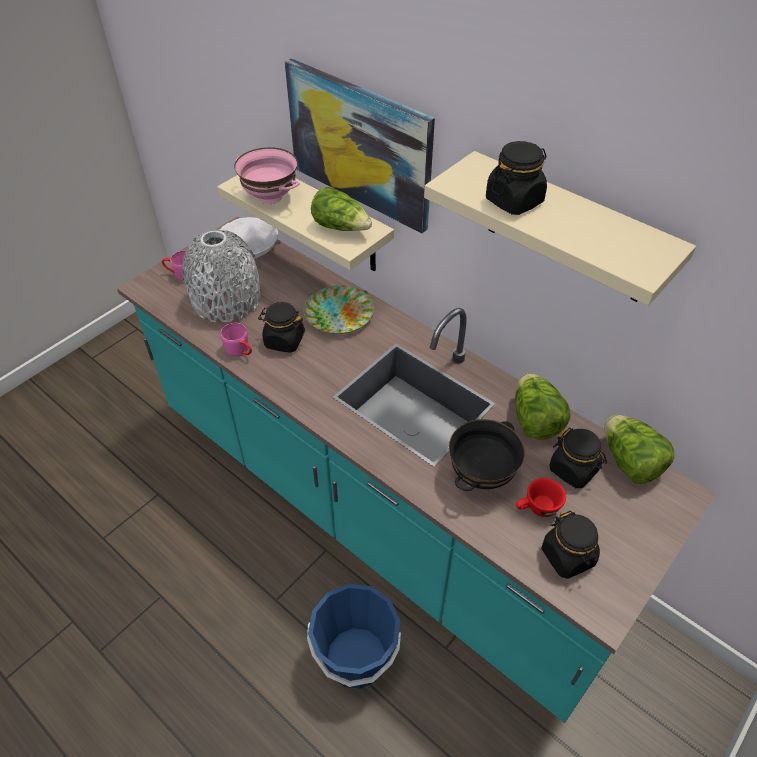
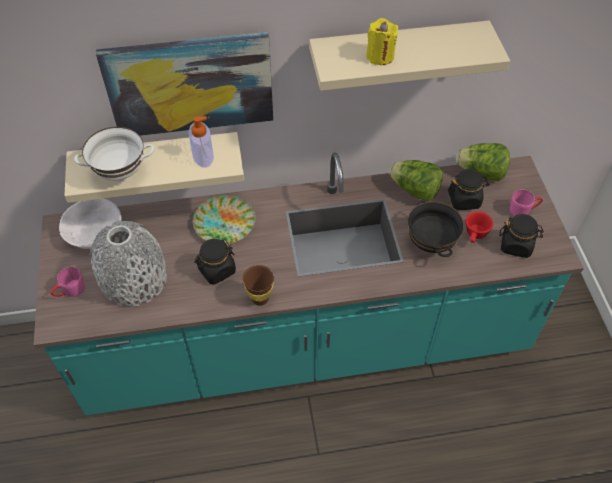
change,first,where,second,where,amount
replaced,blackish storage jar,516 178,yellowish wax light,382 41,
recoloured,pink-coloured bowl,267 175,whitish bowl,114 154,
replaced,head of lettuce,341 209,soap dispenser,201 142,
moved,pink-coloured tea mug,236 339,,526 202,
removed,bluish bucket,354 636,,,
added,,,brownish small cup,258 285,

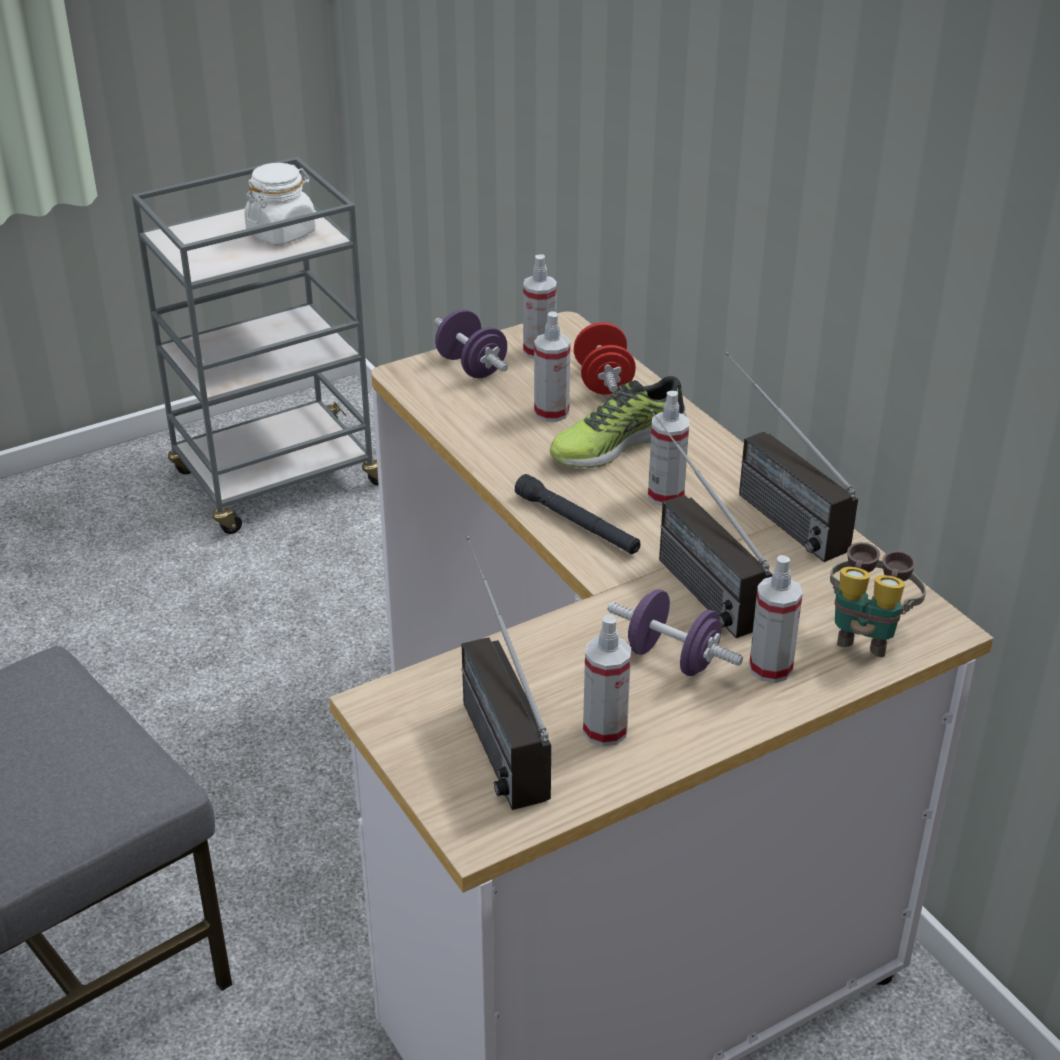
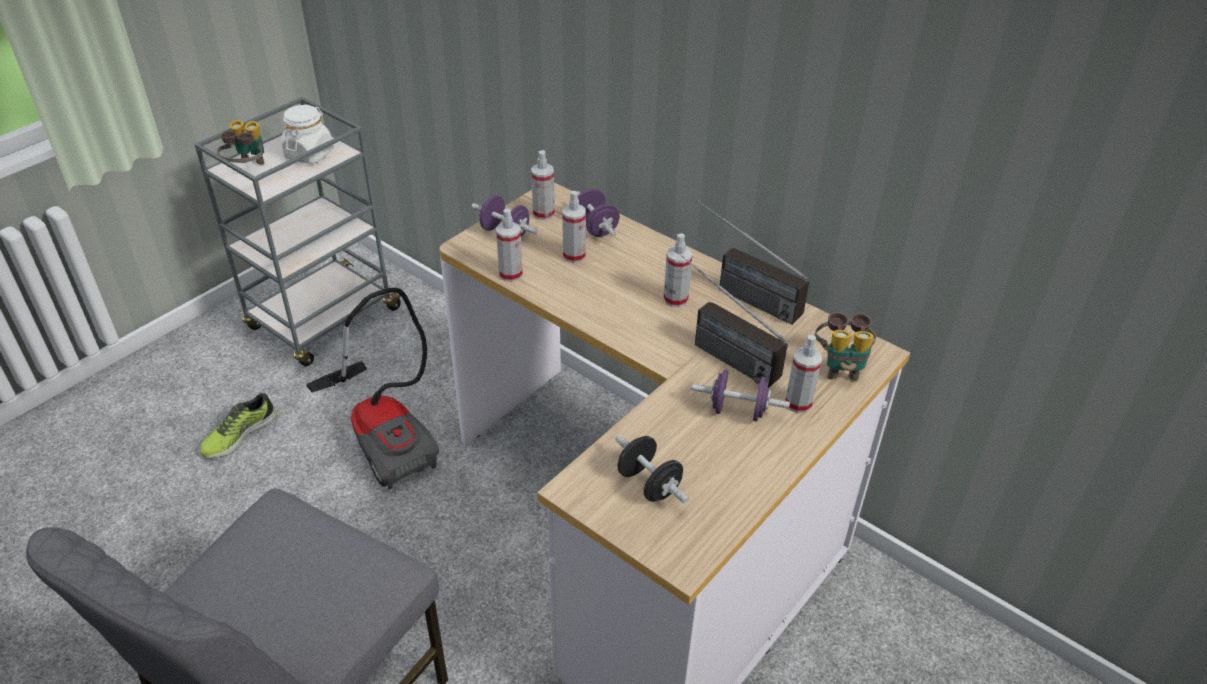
change,first,where,second,where,amount
recoloured,red hand weight,605 358,purple-coloured hand weight,598 213,
moved,shoe,618 422,,238 425,
removed,blackish flashlight,577 514,,,
replaced,radio,506 673,blackish hand weight,652 469,
moved,spray bottle,607 680,,509 245,
added,,,pair of binoculars,241 142,
added,,,vacuum,372 389,

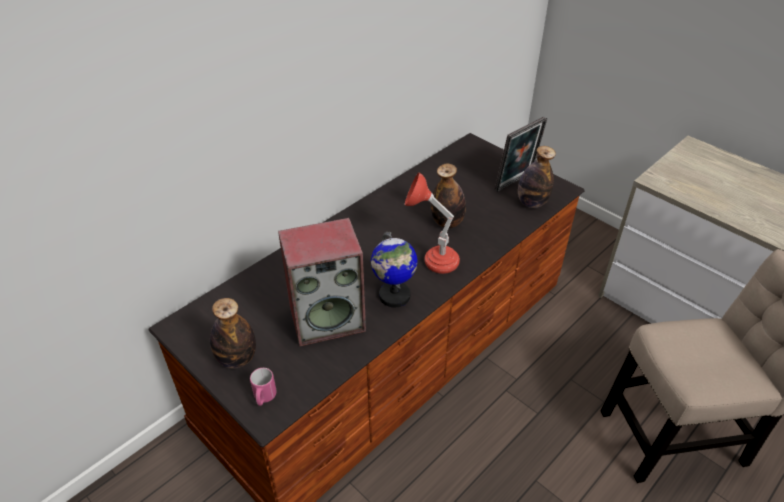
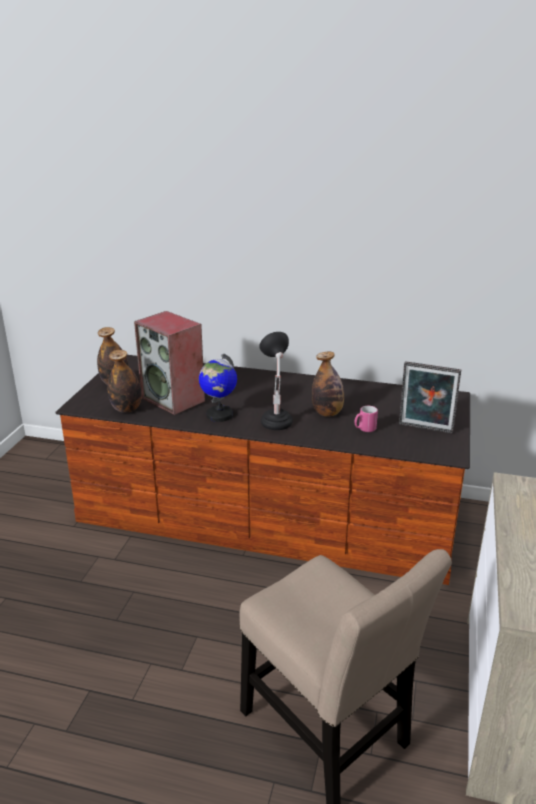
change,first,where,second,where,amount
moved,bottle,537 177,,125 381,
recoloured,red table lamp,432 223,blackish table lamp,276 381,
moved,pink-coloured tea mug,263 387,,366 419,

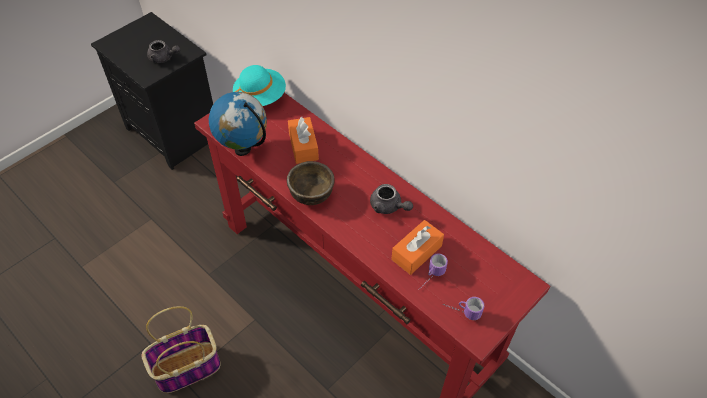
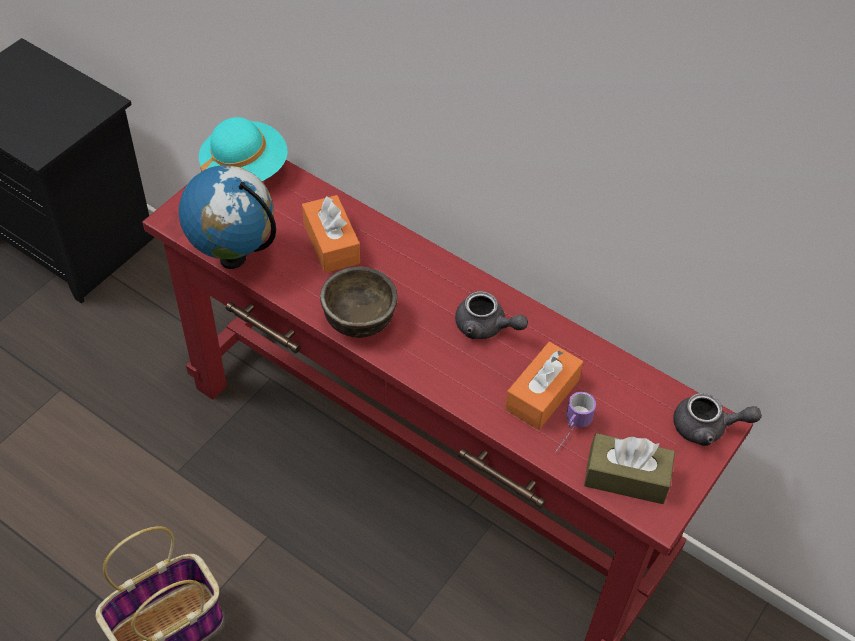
change,first,where,second,where,amount
moved,greyish teapot,163 51,,717 419,
replaced,tea mug,464 308,brownish tissue box,629 468,

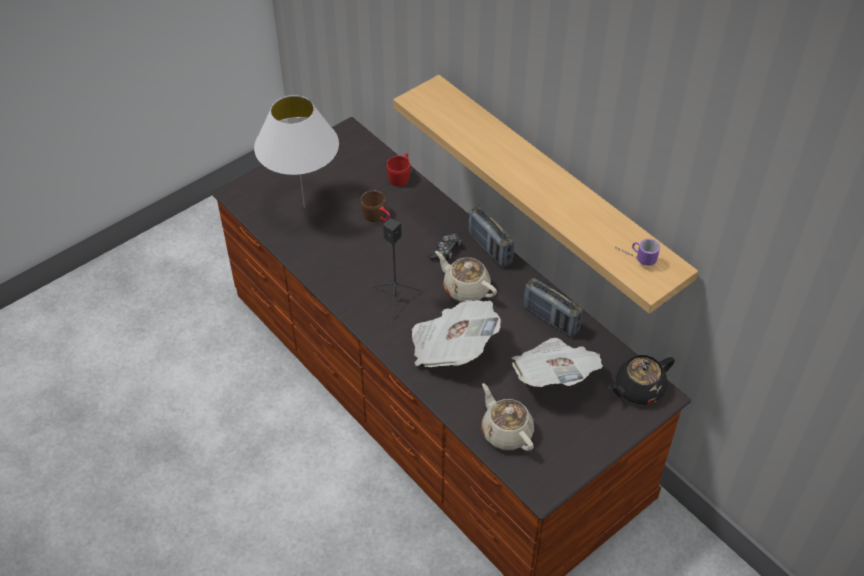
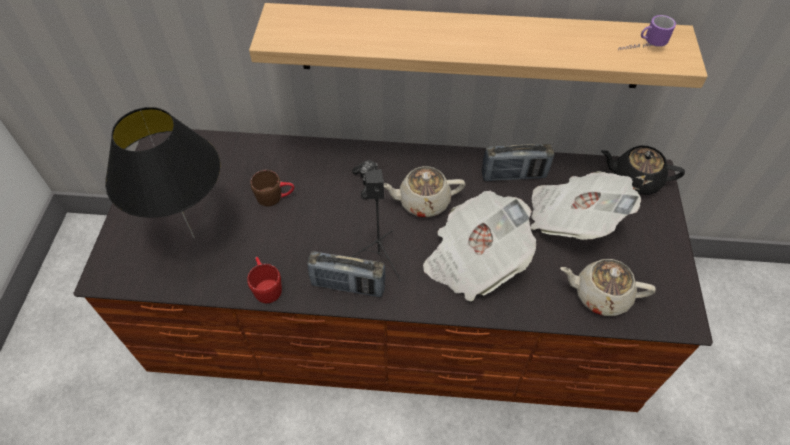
change,first,where,second,where,amount
recoloured,whitish table lamp,296 151,blackish table lamp,162 172,
moved,red tea mug,398 169,,264 280,
moved,radio,491 236,,346 274,
turned,blackish teapot,641 380,,643 170,90 degrees clockwise

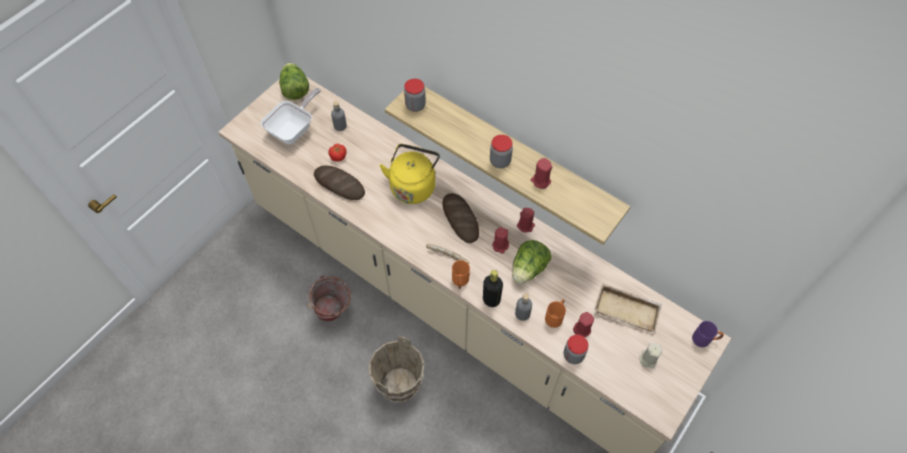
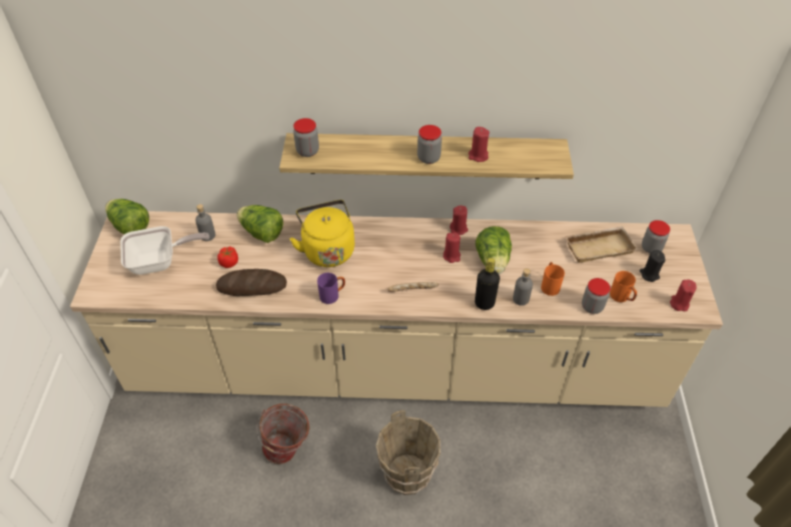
change,first,where,second,where,amount
turned,skillet,290 116,,164 250,75 degrees clockwise
removed,baked bread,460 218,,,
moved,orange tea mug,461 274,,623 286,
moved,red wax light,583 324,,683 295,
moved,purple-coloured tea mug,708 334,,331 288,
recoloured,sand-coloured wax light,650 355,blackish wax light,652 266,
added,,,head of lettuce,260 224,
added,,,storage jar,656 237,

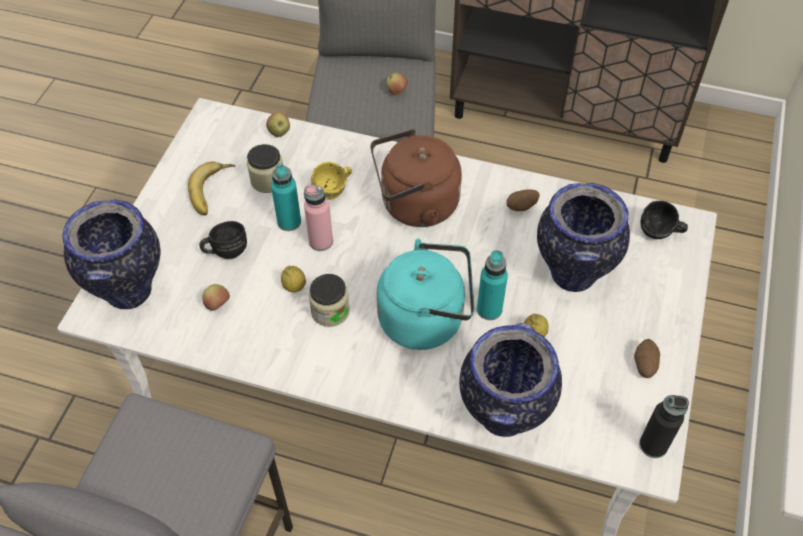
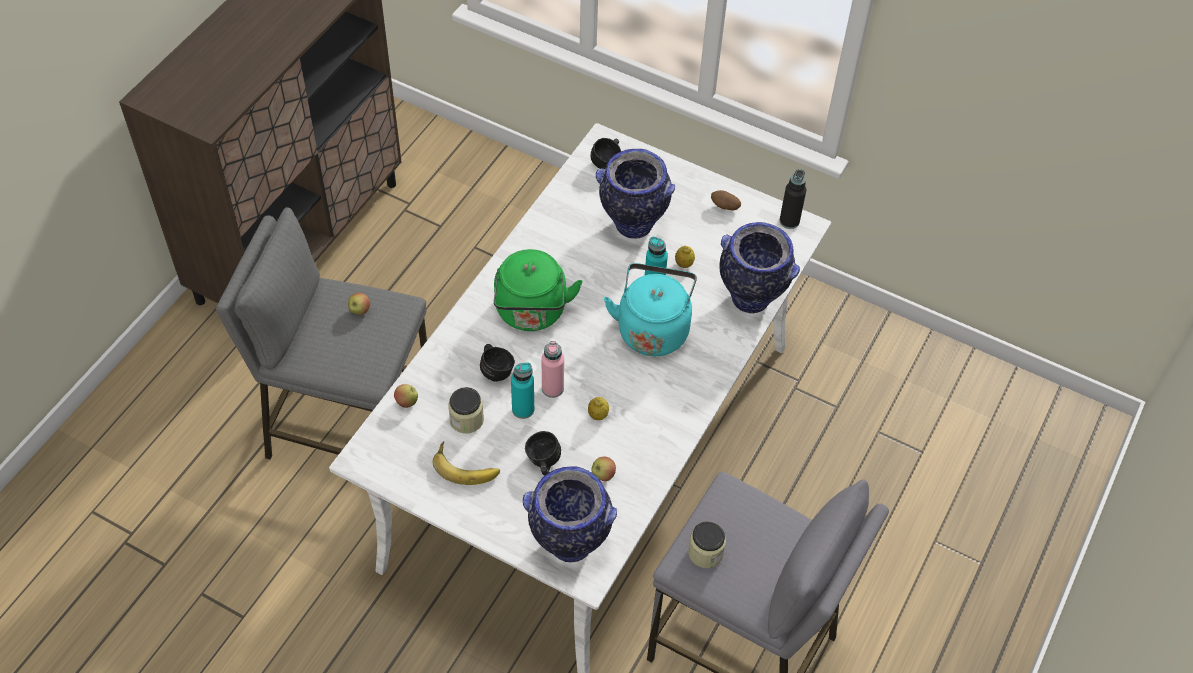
change,first,where,second,where,amount
recoloured,brownish water kettle,416 178,green-coloured water kettle,538 290,
recoloured,yellowish tea mug,331 181,blackish tea mug,497 363,
removed,potato,523 200,,,
moved,storage jar,329 300,,707 544,

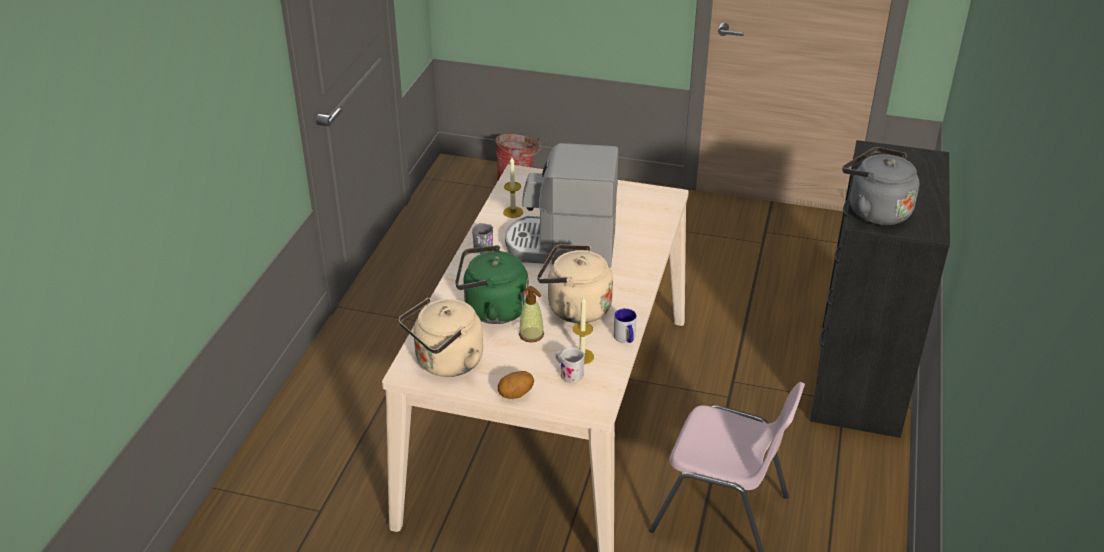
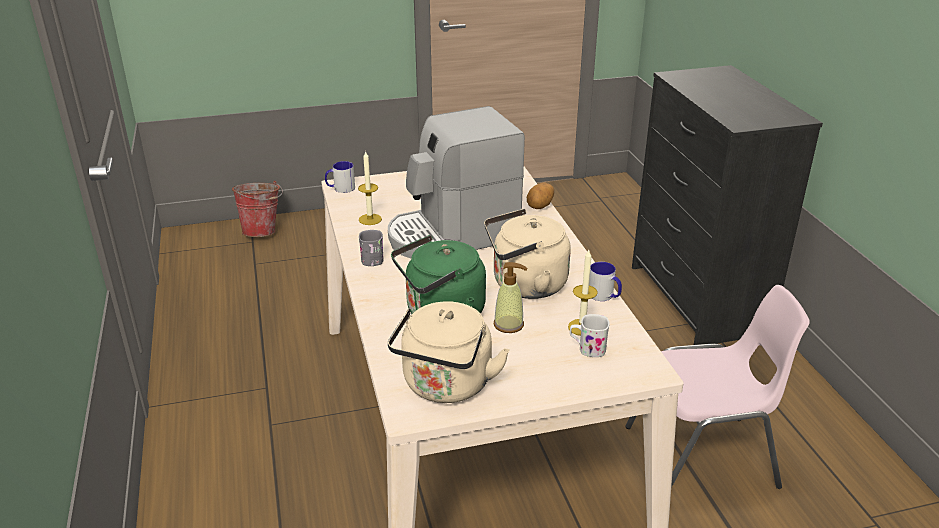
change,first,where,second,where,amount
removed,greyish water kettle,880 186,,,
moved,potato,516 385,,540 196,
added,,,tea mug,340 177,

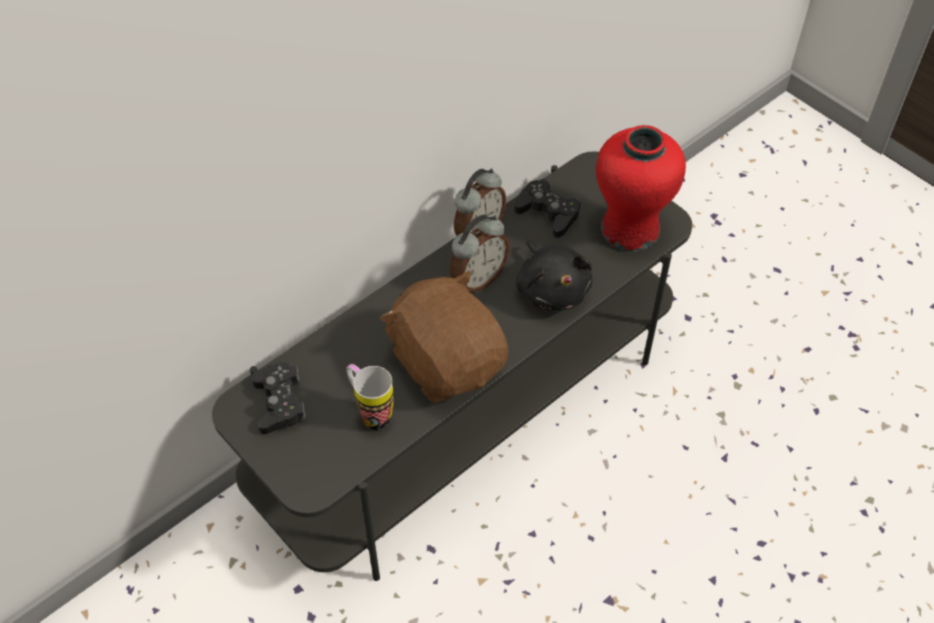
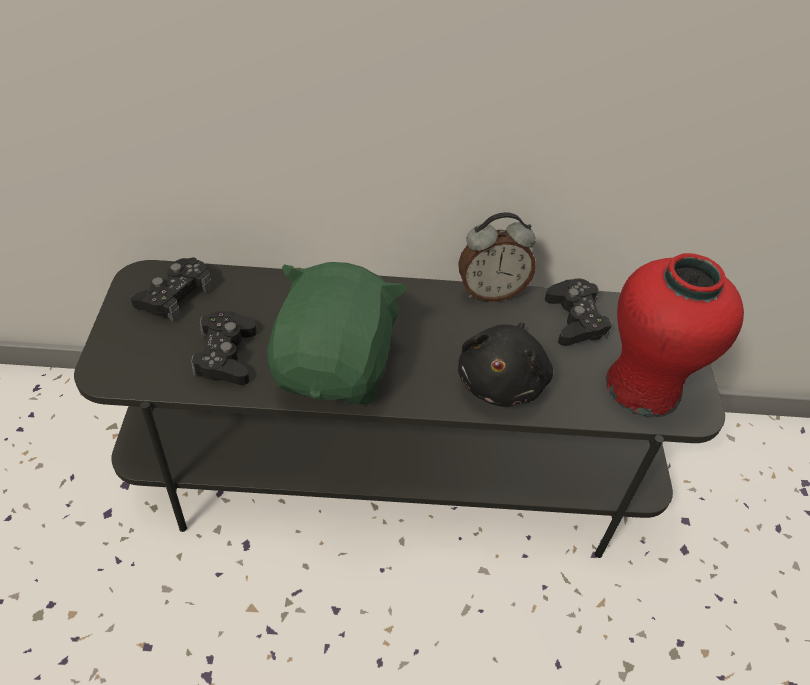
change,first,where,second,where,amount
removed,bedside clock,480 253,,,
recoloured,brownish cuddly toy,444 337,green-coloured cuddly toy,337 333,
replaced,tea mug,370 397,blackish game controller,224 348,

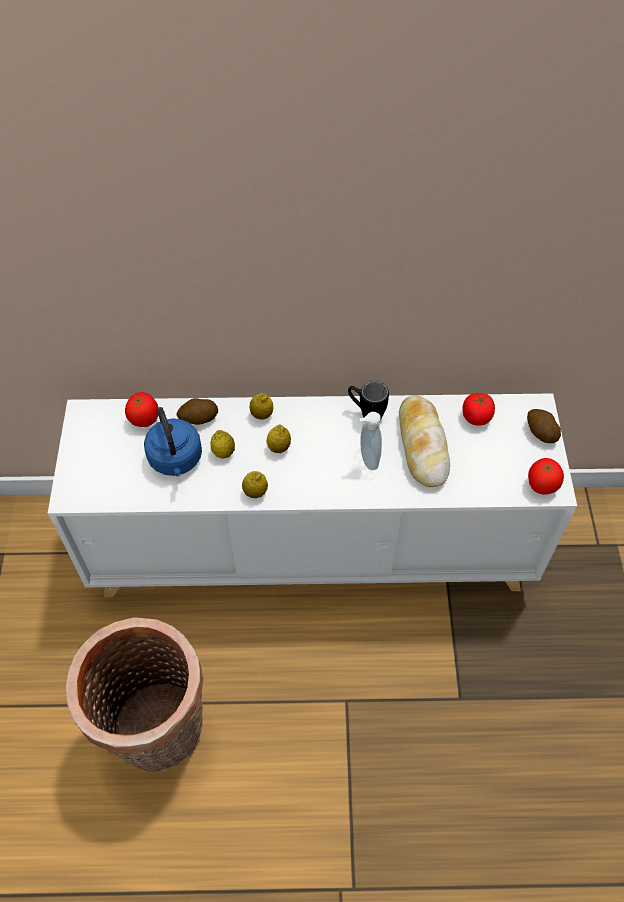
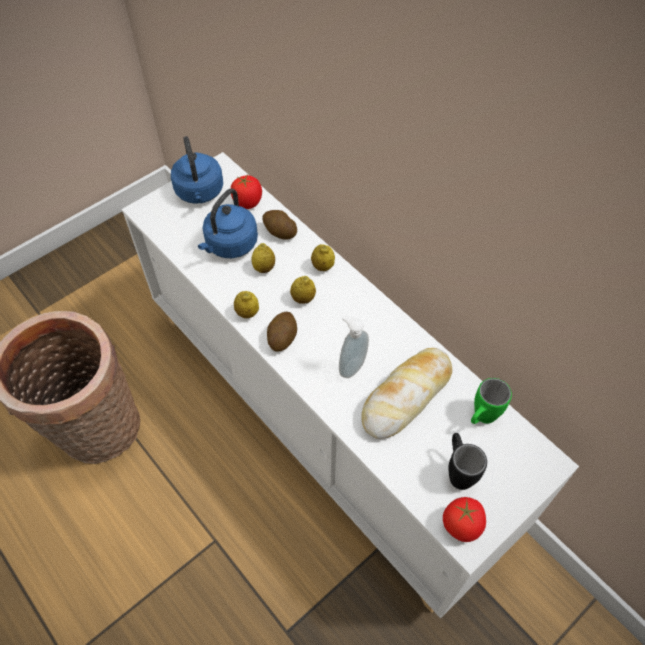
change,first,where,second,where,amount
moved,blackish tea mug,368 400,,467 461,
replaced,fresh tomato,478 409,green-coloured tea mug,491 401,
moved,potato,544 426,,282 332,
added,,,bluish water kettle,197 170,

